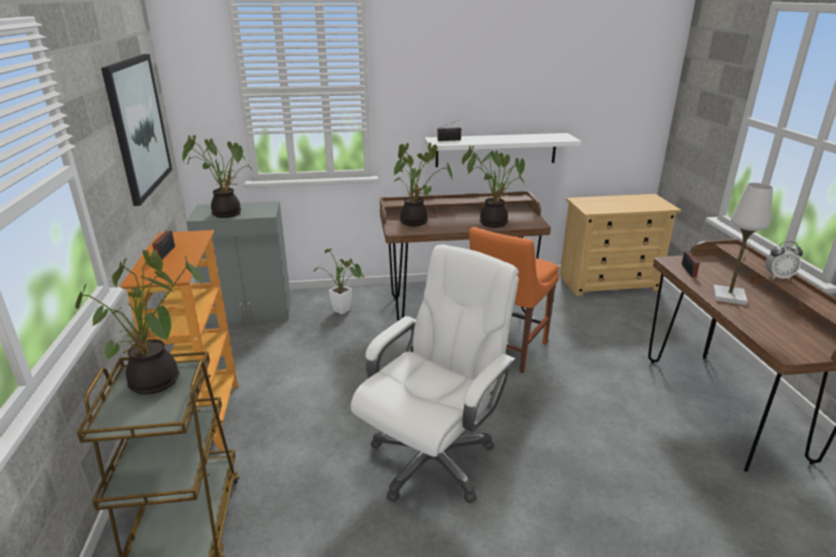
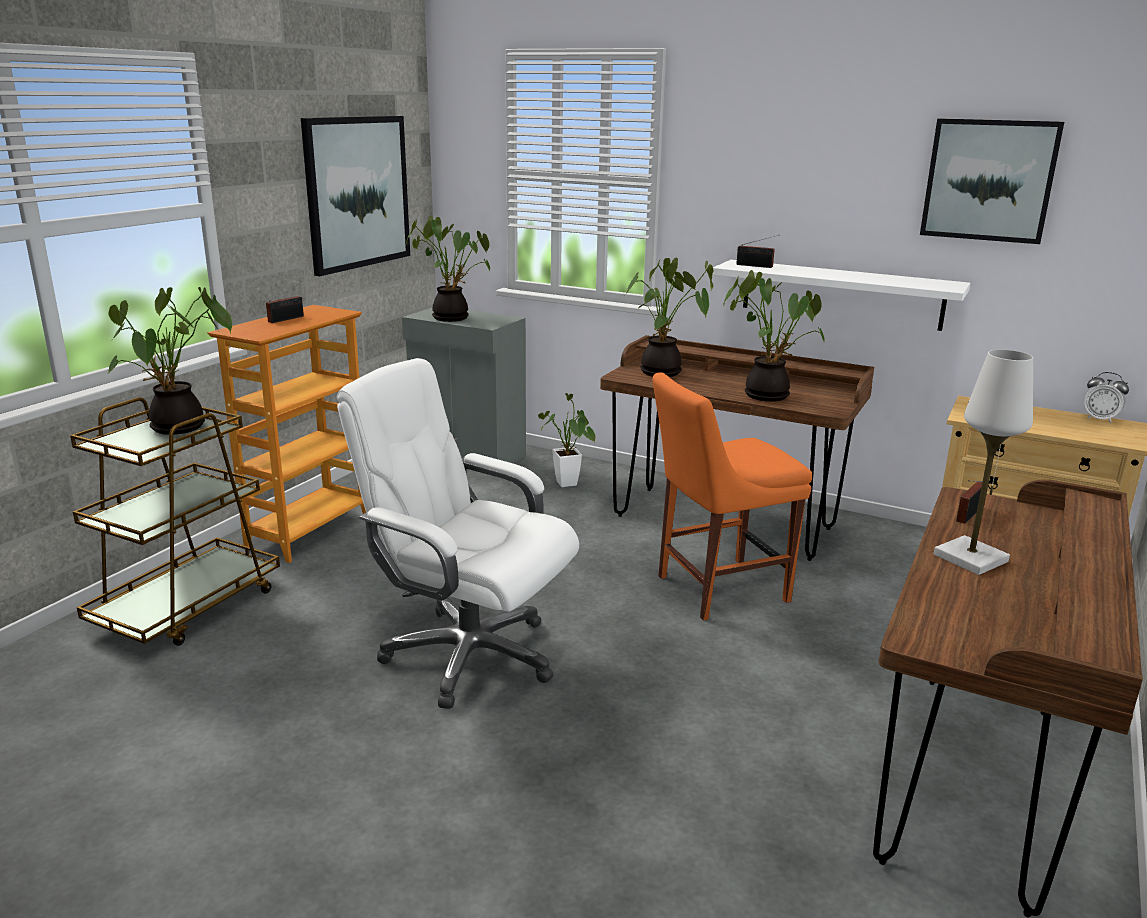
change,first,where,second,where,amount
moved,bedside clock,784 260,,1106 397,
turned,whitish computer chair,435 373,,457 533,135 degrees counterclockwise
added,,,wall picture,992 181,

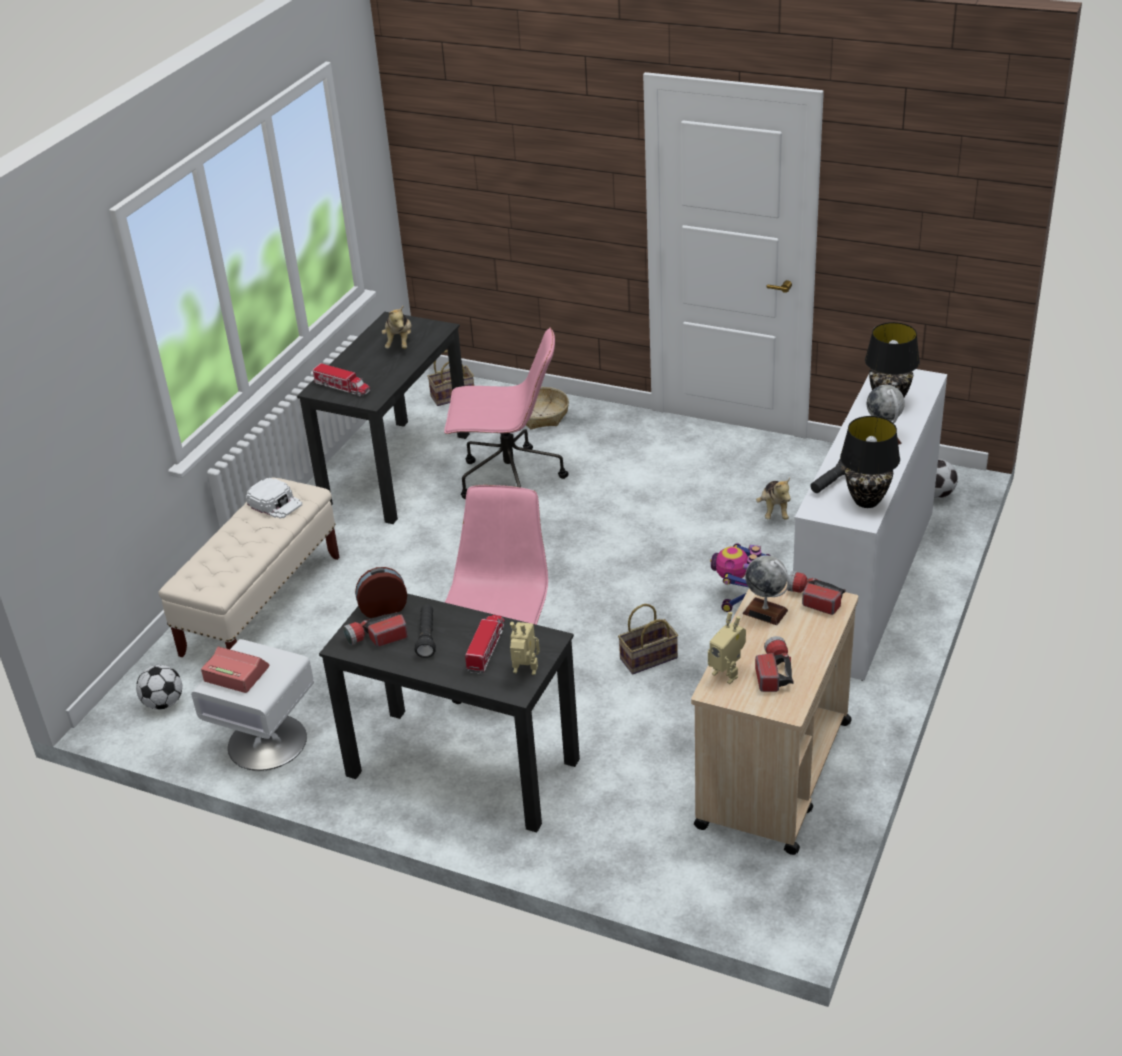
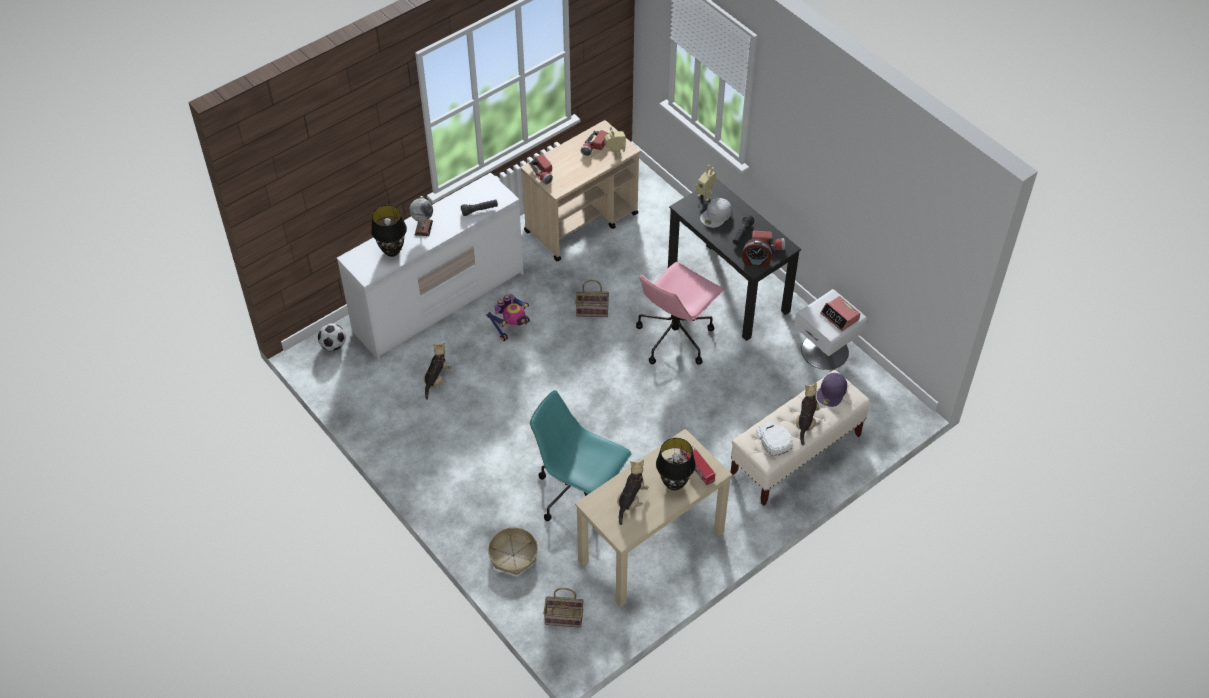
change,first,where,second,where,amount
recoloured,blackish desk table,383 418,sand-coloured desk table,653 518,
recoloured,pink-coloured computer chair,506 413,turquoise-coloured computer chair,581 458,
moved,blackish table lamp,870 462,,676 464,
removed,globe,766 590,,,
replaced,model truck,485 644,whitish peaked cap,716 213,
removed,ball for football,159 687,,,
added,,,purple-coloured peaked cap,831 390,
added,,,cuddly toy,808 414,

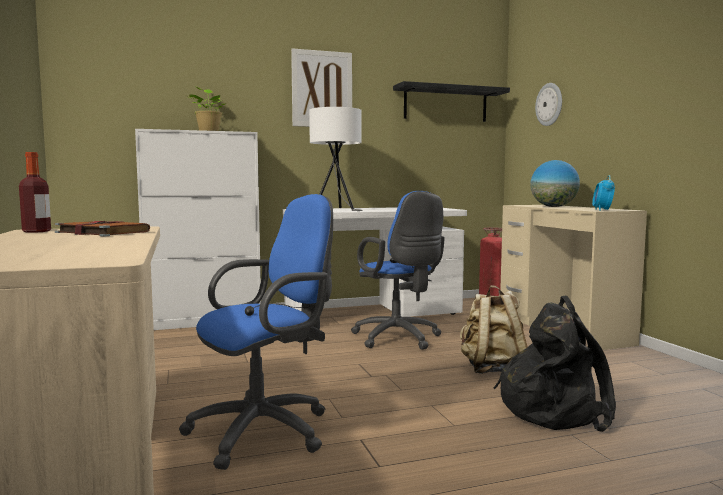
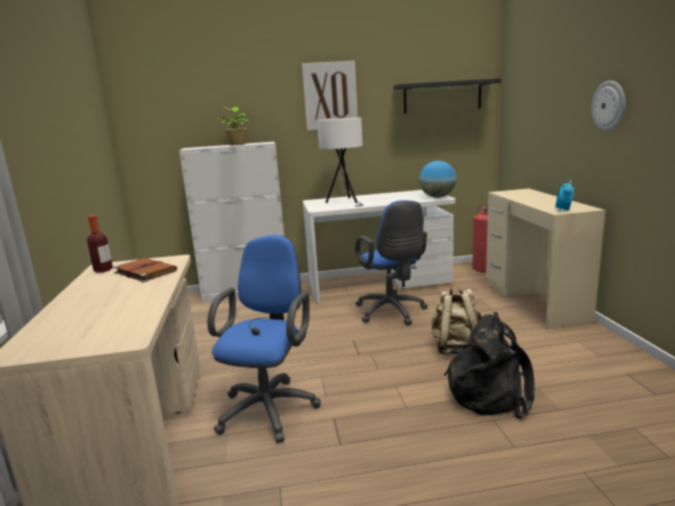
change,first,where,second,where,amount
moved,wall clock,548 104,,608 106,
moved,globe,555 183,,437 179,
turned,bluish computer chair,256 332,,264 339,45 degrees counterclockwise

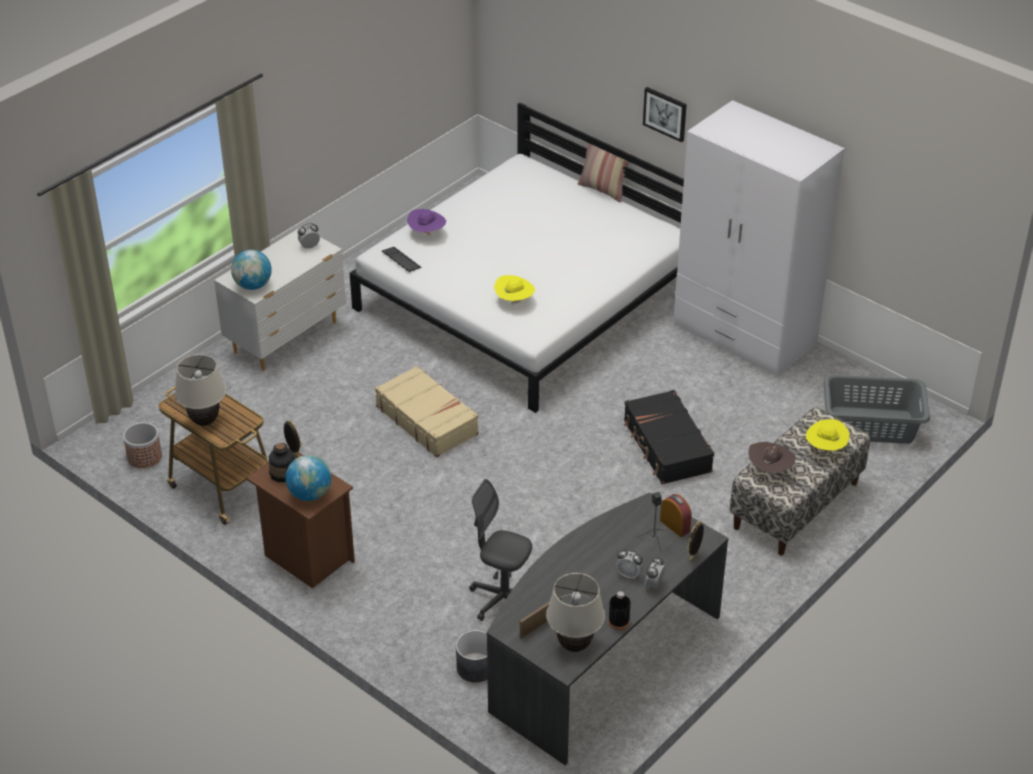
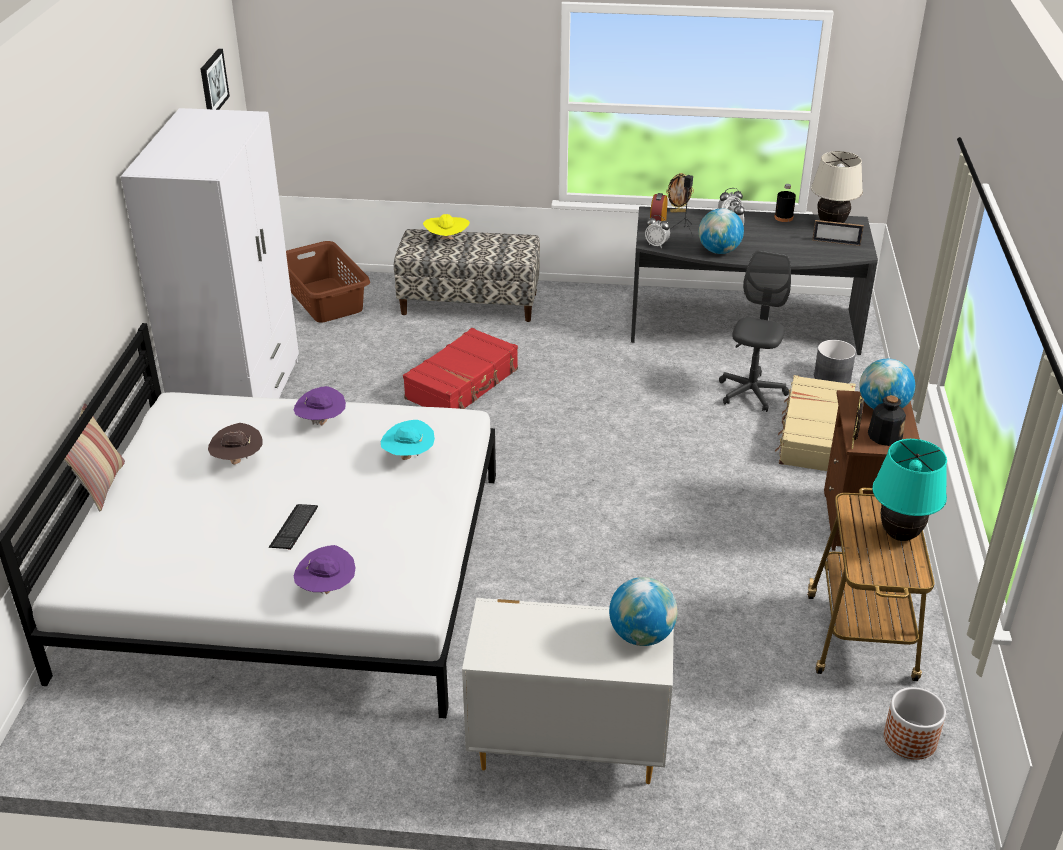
change,first,where,second,where,amount
moved,wall picture,665 114,,215 79,
moved,bedside clock,309 236,,657 231,
moved,keyboard,402 259,,293 527,
recoloured,yellowish hat,514 290,turquoise-coloured hat,408 440,
recoloured,sand-coloured table lamp,200 390,turquoise-coloured table lamp,909 490,
moved,sand-coloured travel case,427 411,,815 423,
recoloured,greyish washing basket,877 409,brownish washing basket,328 282,
recoloured,blackish travel case,669 437,red travel case,460 368,
moved,brownish hat,771 458,,235 444,
turned,greyish computer chair,500 550,,755 331,150 degrees counterclockwise
added,,,globe,721 231,
added,,,purple-coloured hat,320 405,

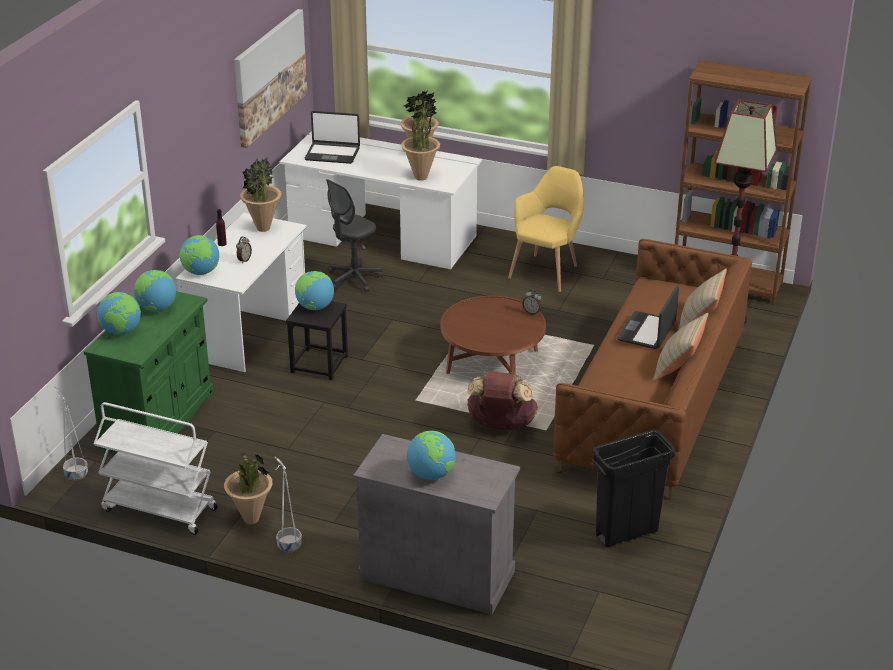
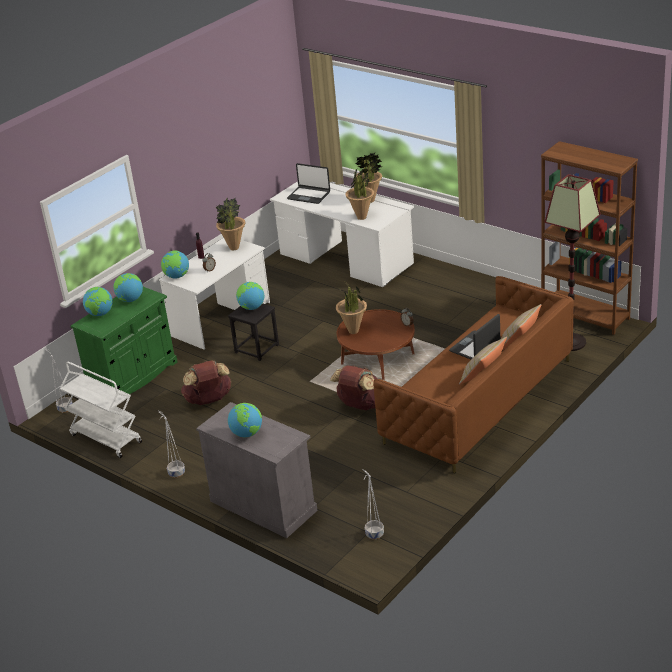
change,first,where,second,where,amount
removed,wall picture,270 78,,,
removed,yellowish easy chair,546 229,,,
removed,greyish computer chair,354 235,,,
removed,blackish trash can,633 488,,,
moved,plant in a pot,248 486,,351 307,
added,,,brownish backpack,206 382,
added,,,whitish planter,373 504,

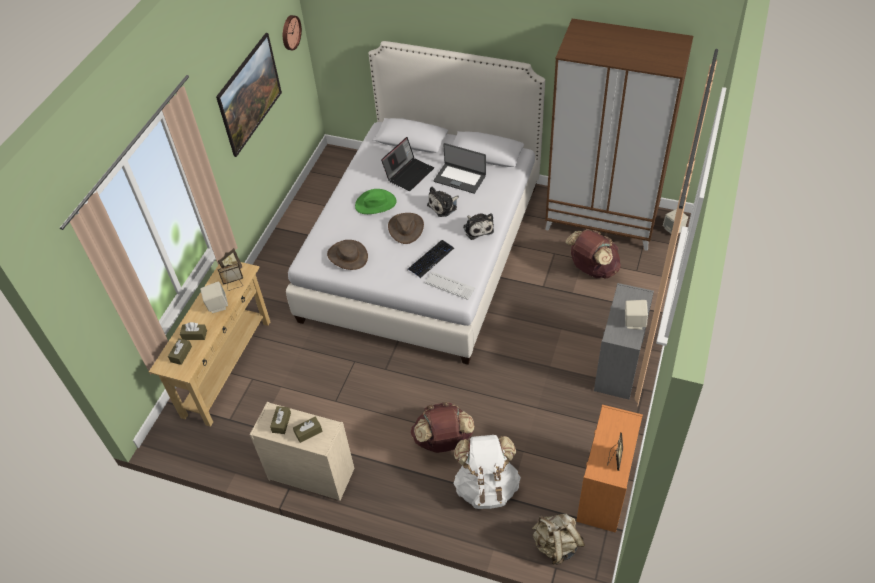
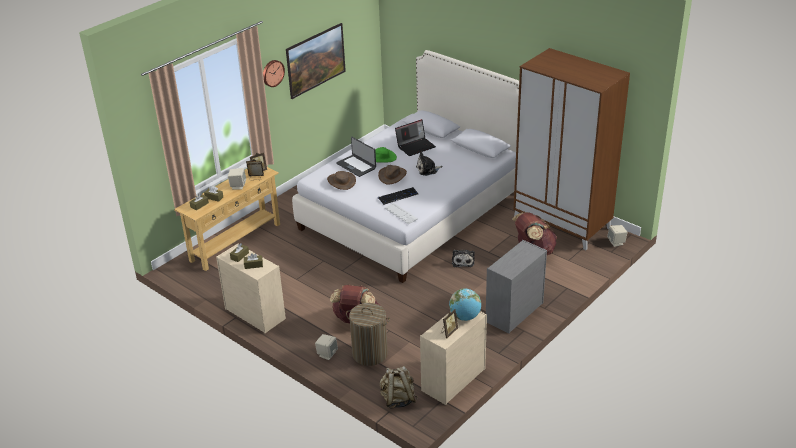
change,first,where,second,where,amount
moved,wall clock,292 33,,274 73,
moved,notebook computer,459 168,,356 157,
moved,cuddly toy,478 226,,463 258,
moved,sand-coloured loudspeaker,636 315,,326 347,
recoloured,orange chest of drawers,609 469,sand-coloured chest of drawers,453 358,
replaced,whitish backpack,487 472,washing basket,368 334,
added,,,globe,465 305,

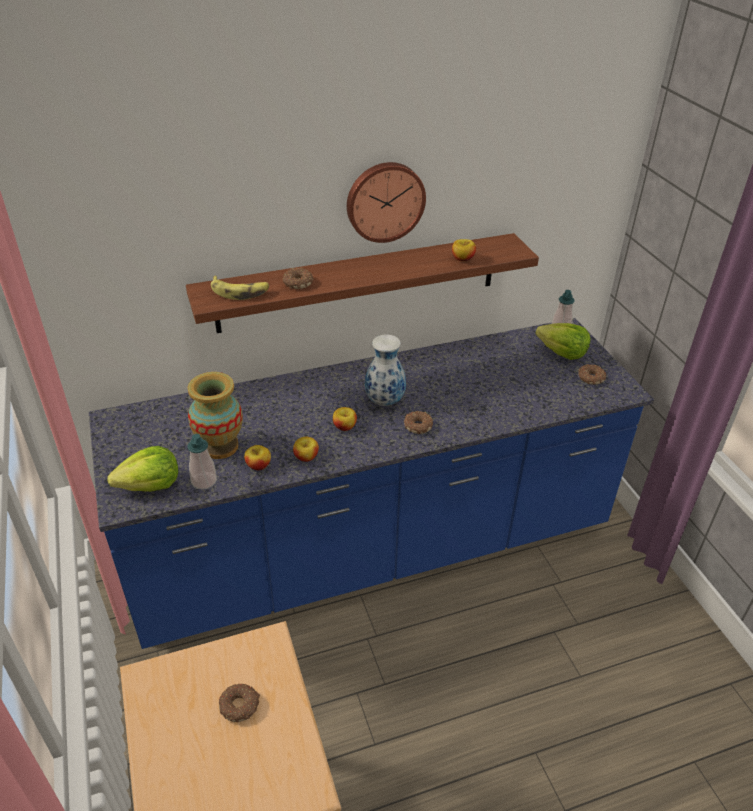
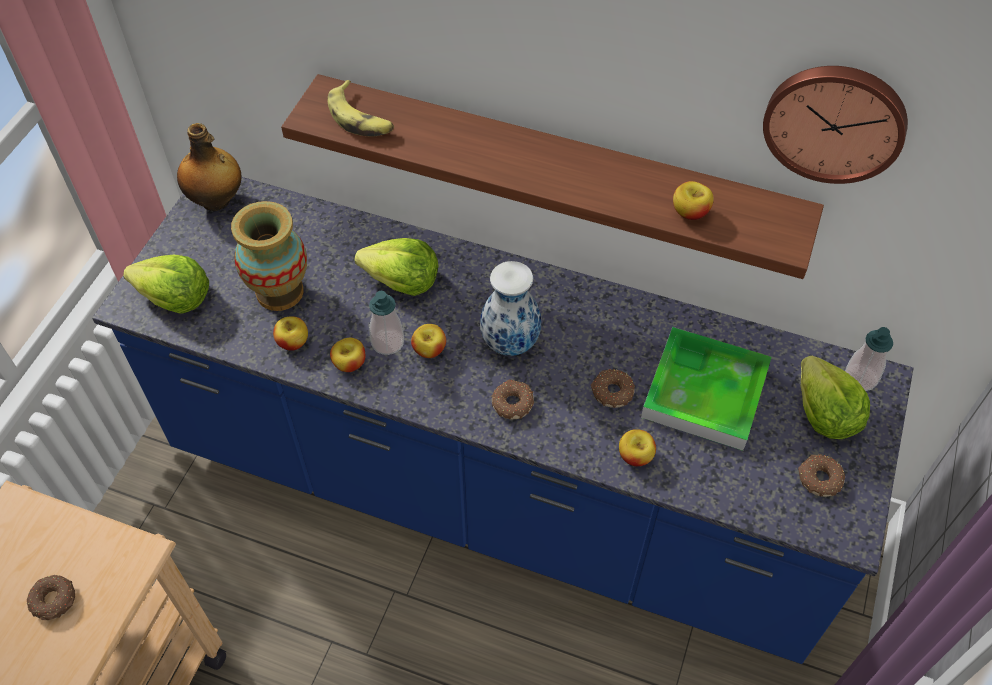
change,first,where,second,where,amount
moved,wall clock,386 202,,835 125,
moved,doughnut,298 278,,613 388,
moved,soap dispenser,202 462,,386 323,
added,,,bottle,209 167,
added,,,head of lettuce,396 267,
added,,,carrying tray,706 389,
added,,,whole apple,637 447,

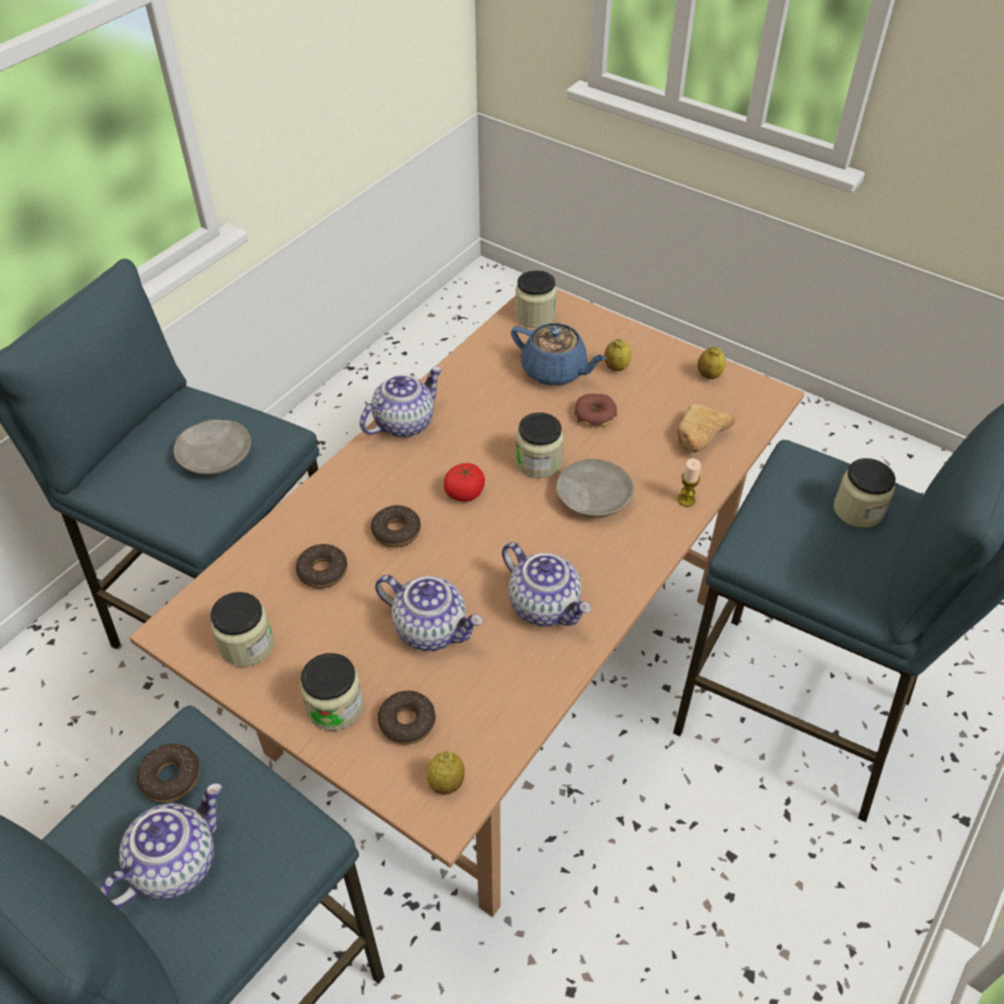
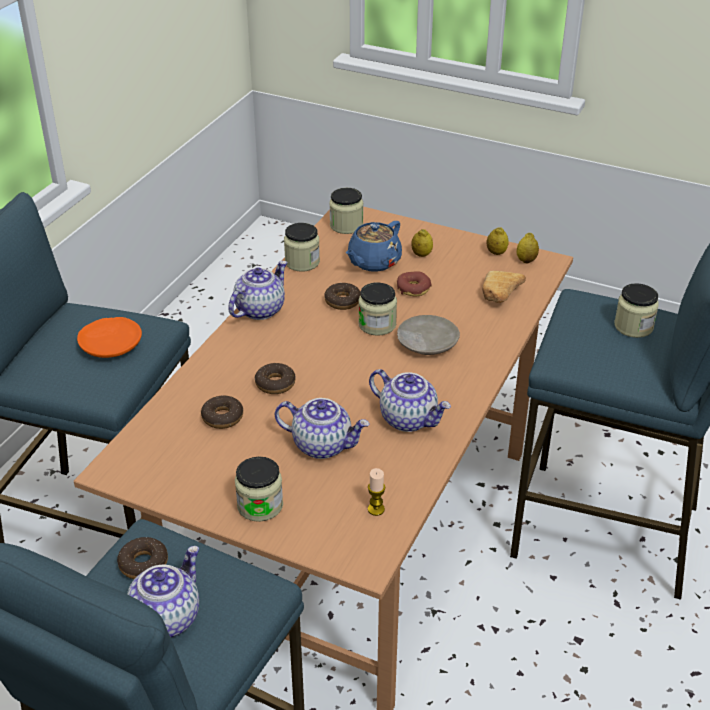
change,first,where,second,where,amount
turned,bluish teapot,559 354,,374 246,105 degrees clockwise
recoloured,sand-coloured flat dish,212 447,orange flat dish,109 337,
moved,wax light,689 482,,376 492,
removed,fresh tomato,464 482,,,
moved,storage jar,242 629,,302 247,
moved,doughnut,407 718,,342 296,
moved,whole lemon,446 773,,528 248,

